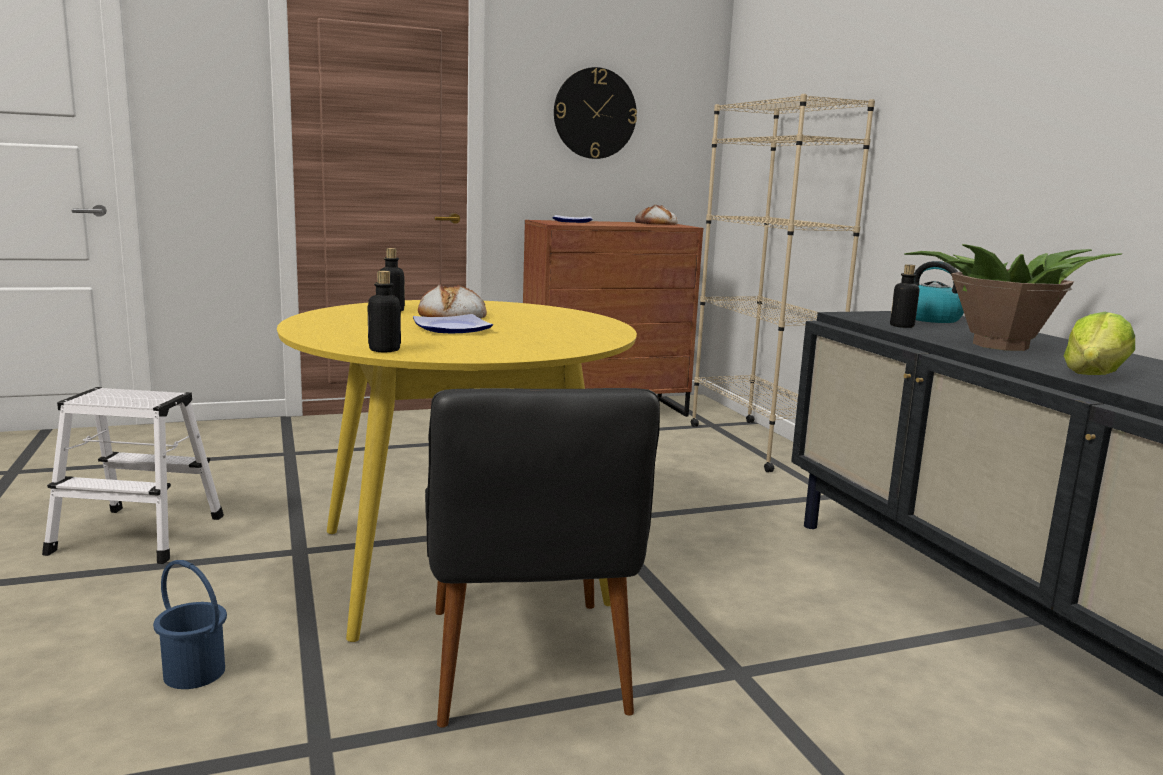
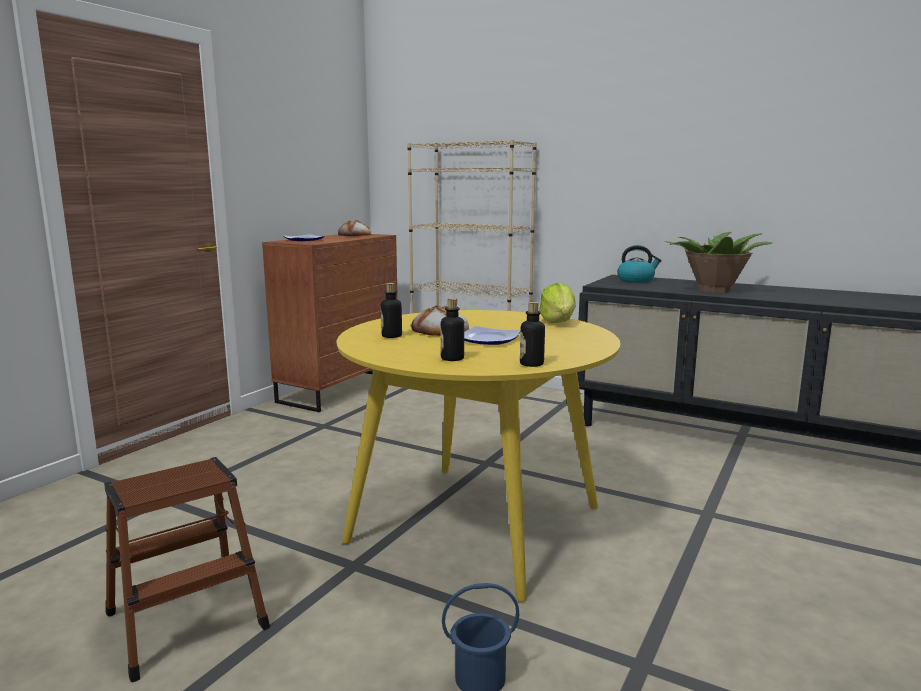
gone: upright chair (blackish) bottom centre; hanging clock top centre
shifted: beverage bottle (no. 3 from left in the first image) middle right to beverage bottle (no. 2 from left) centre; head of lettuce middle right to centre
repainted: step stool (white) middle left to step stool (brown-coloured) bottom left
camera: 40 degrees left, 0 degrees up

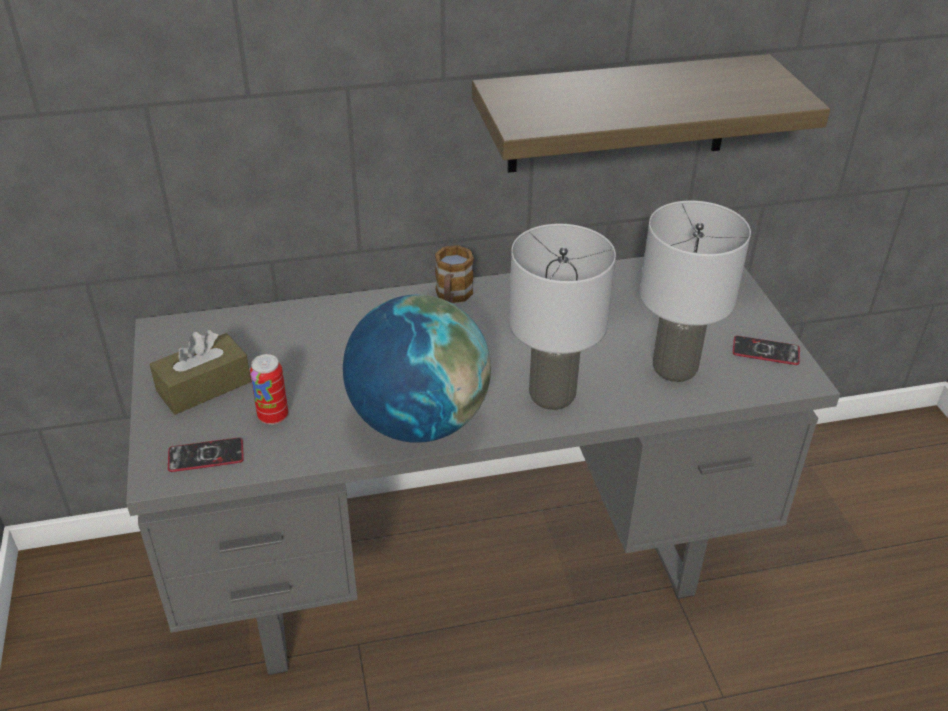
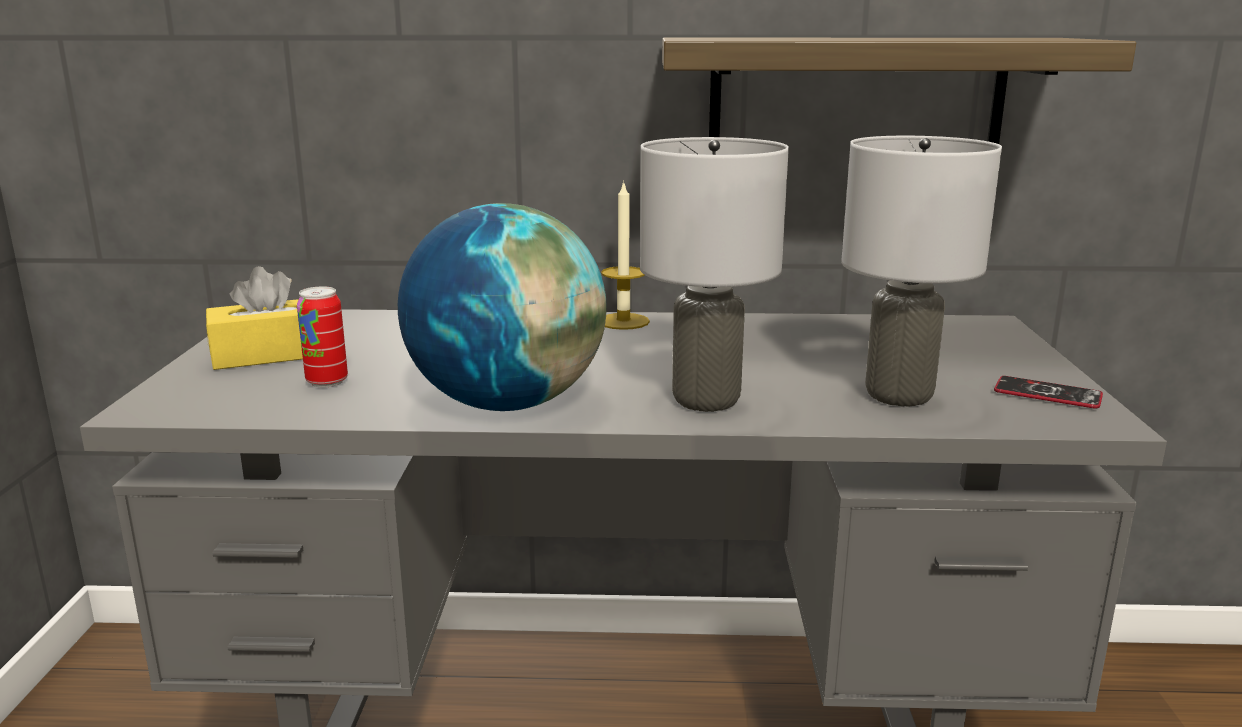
gone: phone (no. 1 from left) middle left
swapped: mug centre to wax candle centre
repainted: box of tissues (brown-coloured) middle left to box of tissues (yellow-coloured) middle left
camera: 15 degrees right, 20 degrees down

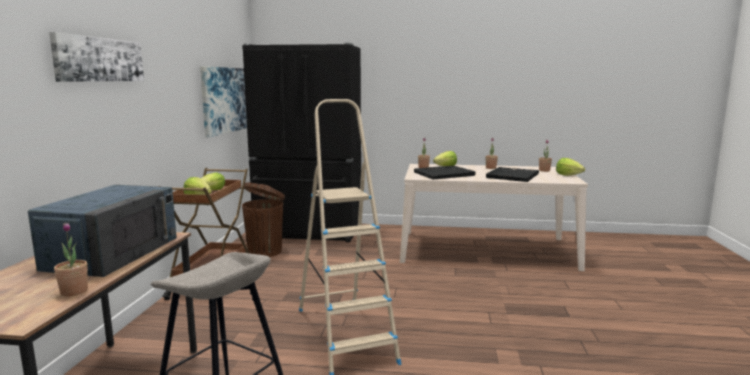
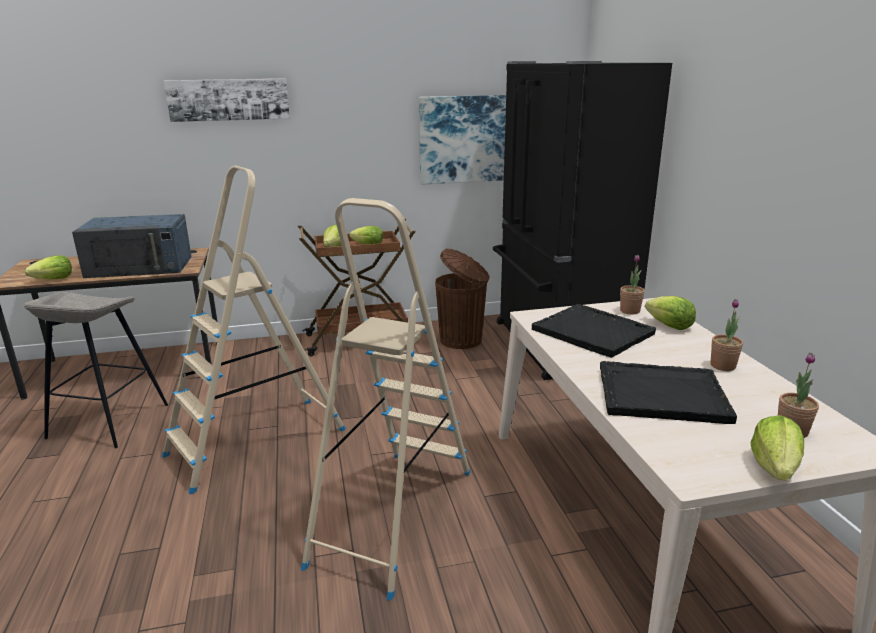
new: step stool (sand-coloured) (no. 2 from left) centre
swapped: plant in a pot (no. 1 from left) bottom left to head of lettuce (no. 1 from left) middle left
camera: 70 degrees right, 10 degrees up

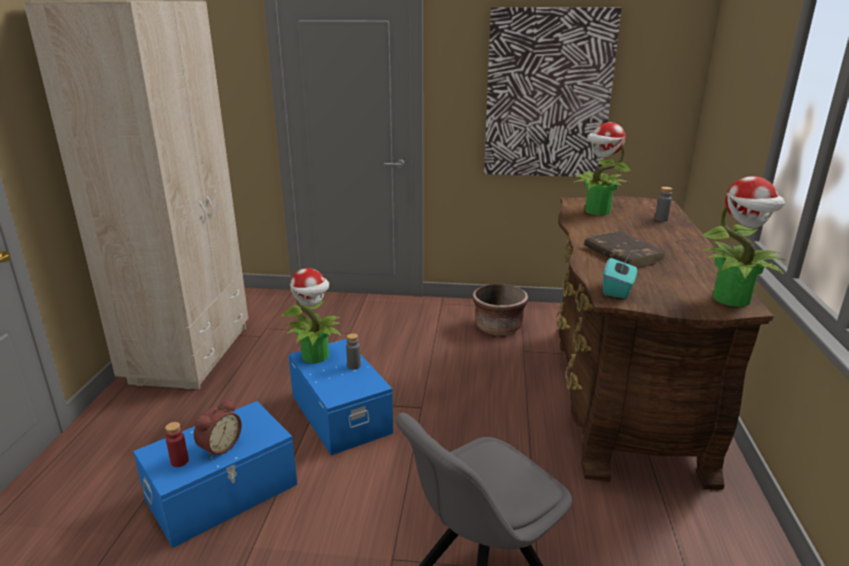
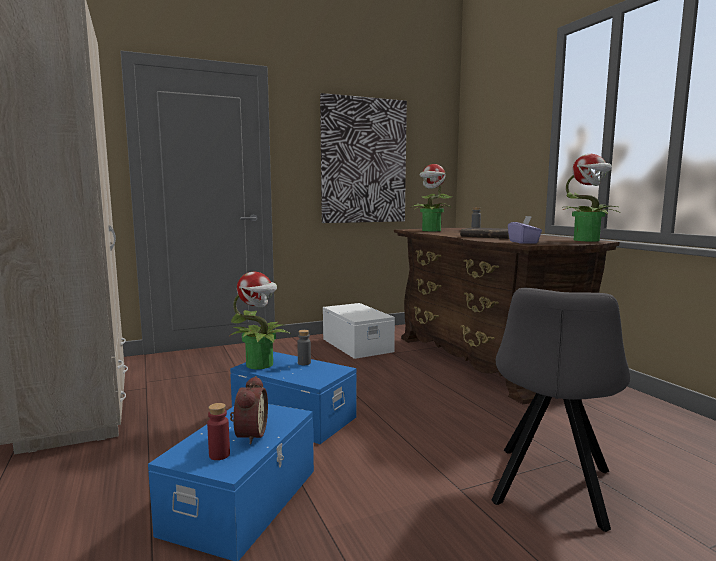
swapped: flower pot (brown-coloured) centre to storage bin (white) centre
repainted: box of tissues (turquoise) middle right to box of tissues (purplish) middle right
camera: 30 degrees left, 15 degrees down

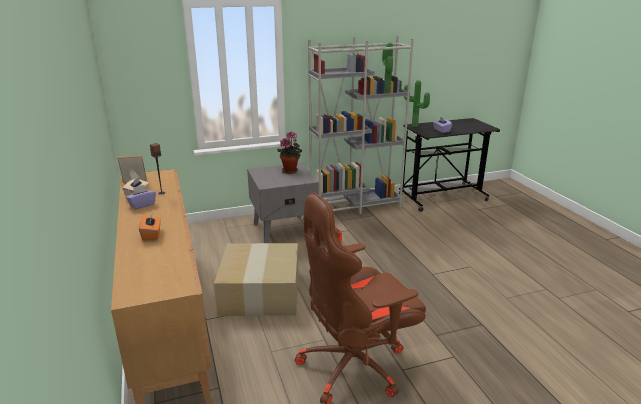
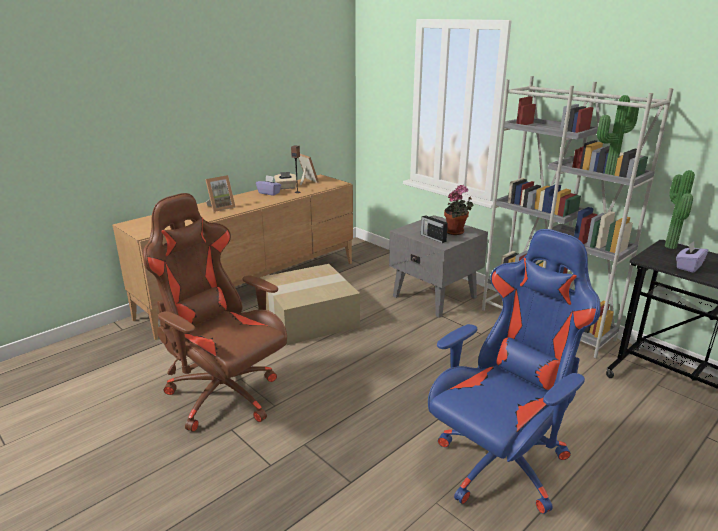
new: radio set centre; desk chair (blue) bottom right
swapped: box of tissues (orange-coloured) middle left to picture frame (no. 1 from left) middle left
camera: 65 degrees right, 0 degrees up

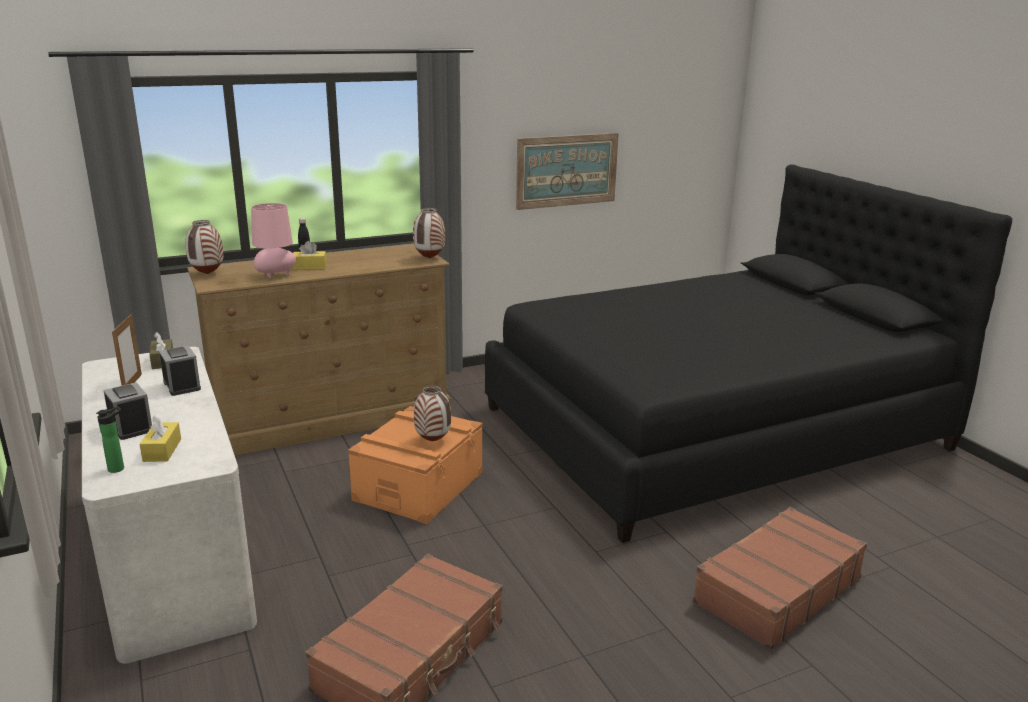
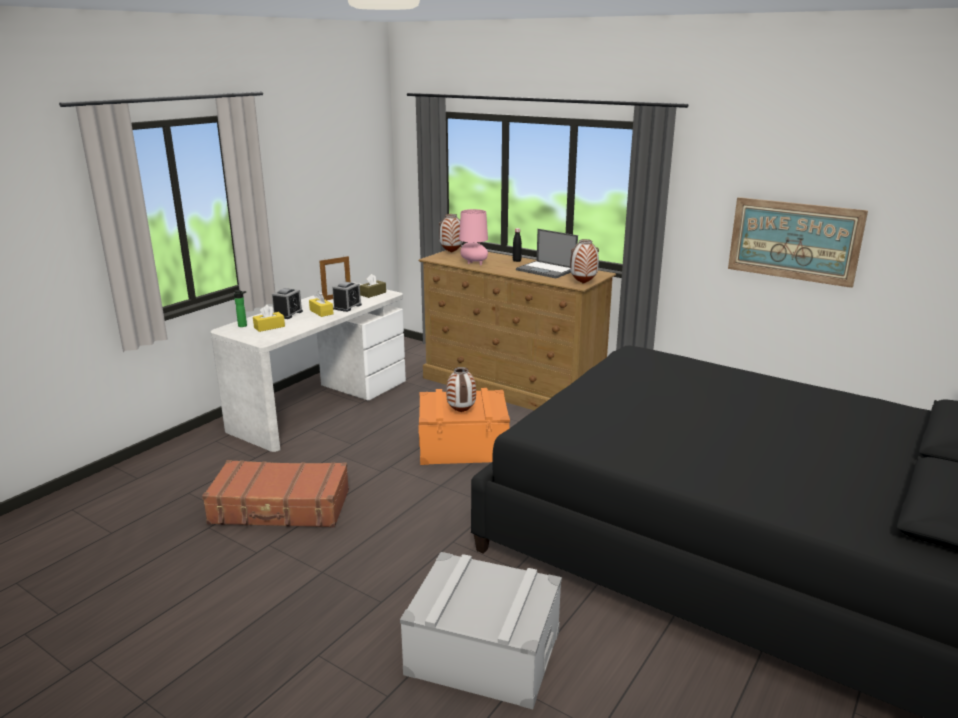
new: portable computer centre
shifted: box of tissues (yellow-coloured) (no. 2 from left) middle left to centre
swapped: suitcase (brown-coloured) (no. 2 from left) bottom right to storage bin (greyish) bottom centre
camera: 60 degrees right, 0 degrees up

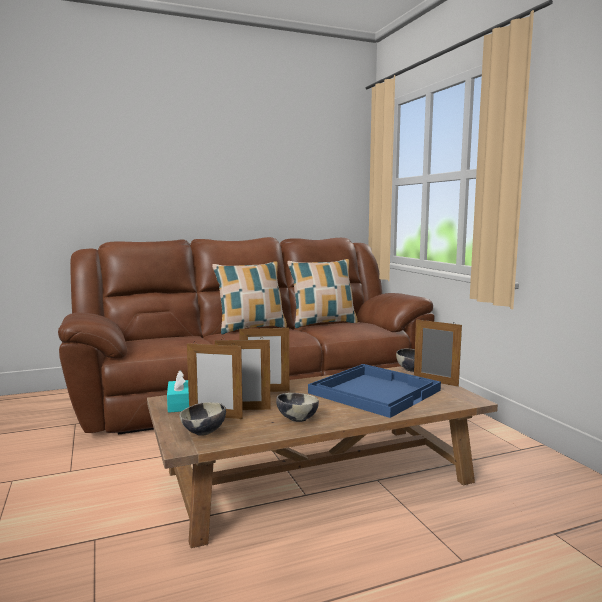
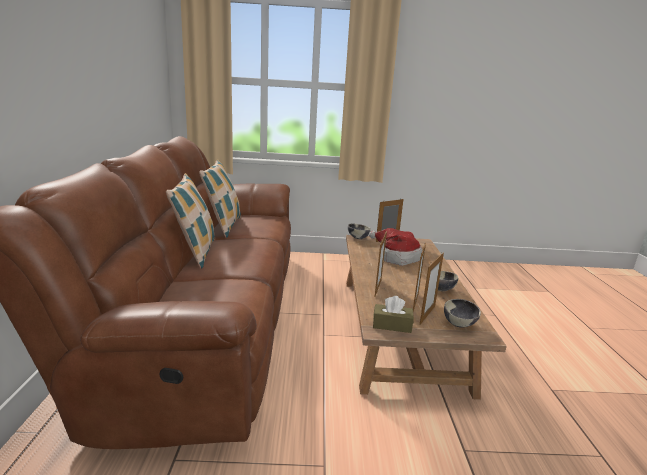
swapped: carrying tray (blue) centre to wearable hat centre
repainted: box of tissues (turquoise) middle left to box of tissues (brown-coloured) centre
camera: 70 degrees left, 10 degrees up

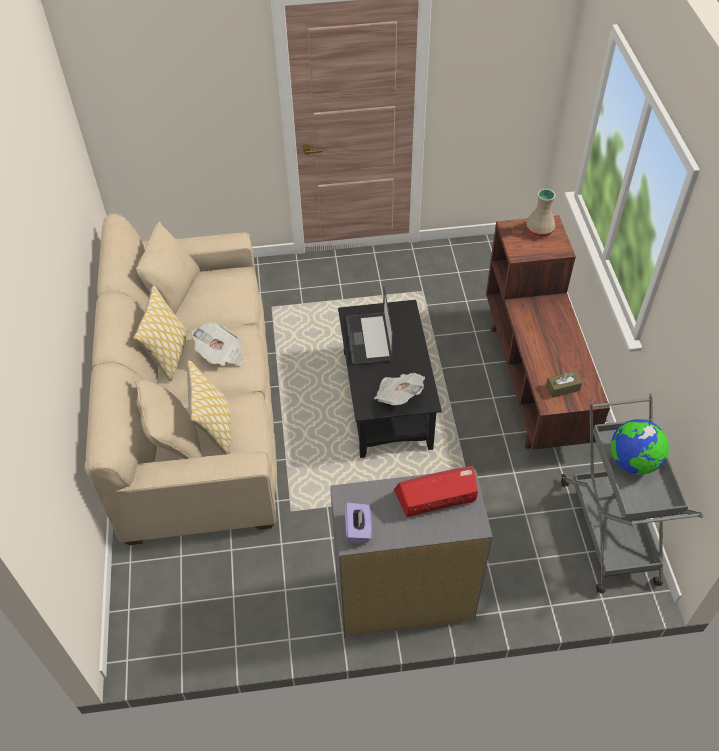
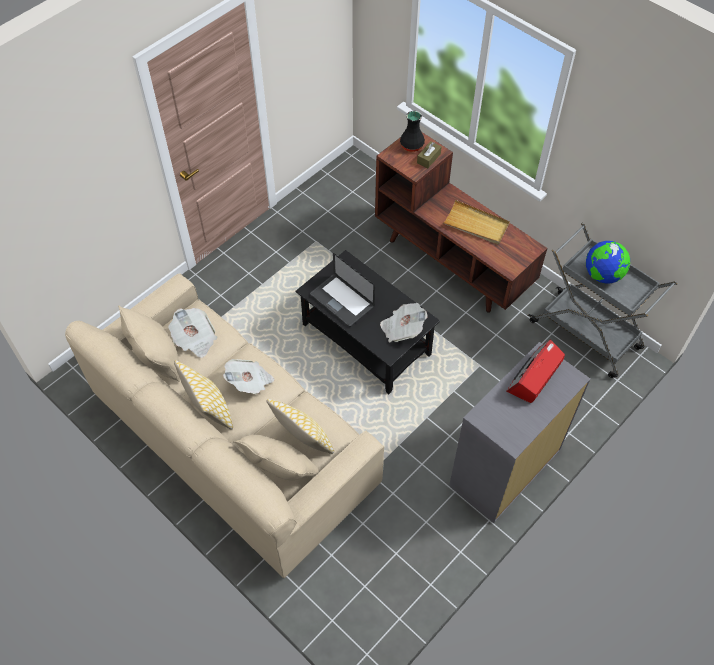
gone: box of tissues (purplish) bottom centre
new: printed paper (no. 1 from left) middle left; carrying tray (sand-coloured) middle right
shifted: box of tissues (brown-coloured) middle right to top centre
repainted: flower vase (sand-coloured) top right to flower vase (blackish) top centre
camera: 40 degrees left, 5 degrees up

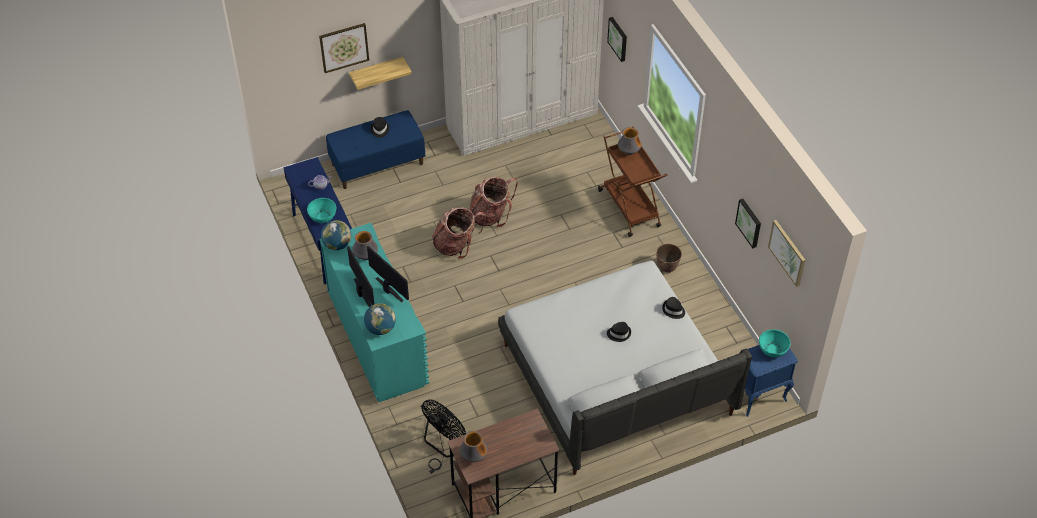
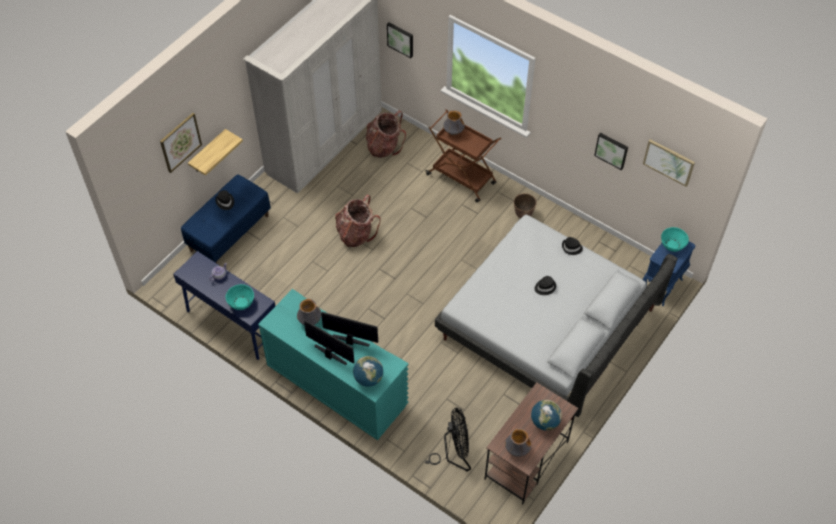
shifted: desk globe (no. 1 from left in the first image) middle left to desk globe (no. 2 from left) bottom centre; rucksack (no. 1 from left in the first image) centre to rucksack (no. 2 from left) top centre
rotated: fan (blackish) bottom centre = bottom centre 75 degrees clockwise
camera: 30 degrees left, 5 degrees up

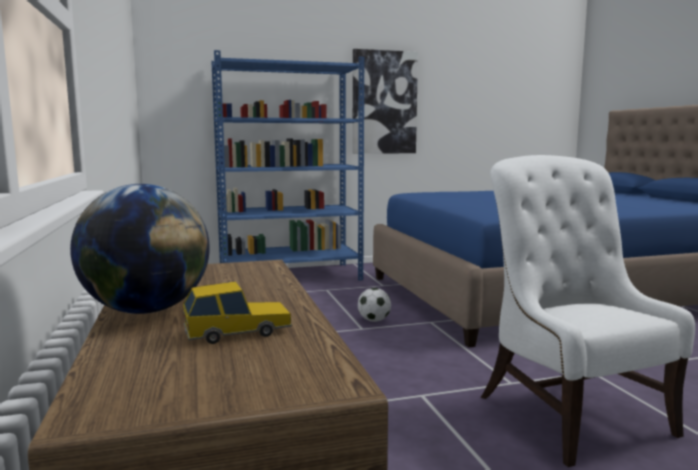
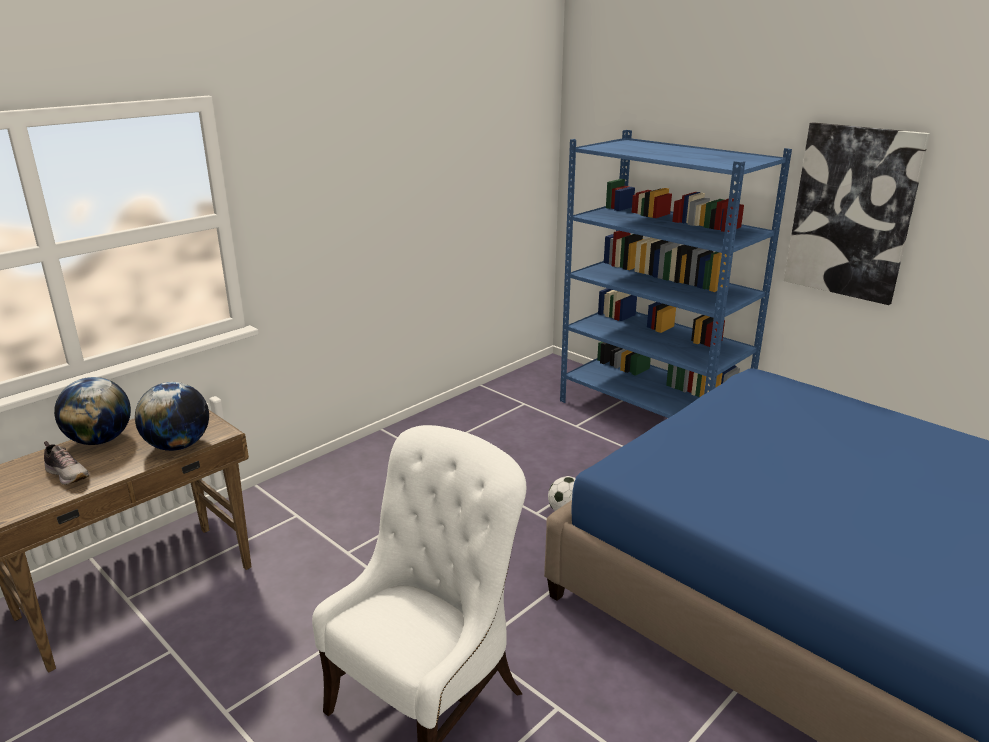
new: desk globe (no. 2 from left) middle left
swapped: model car centre to item of footwear middle left
camera: 60 degrees right, 15 degrees up

